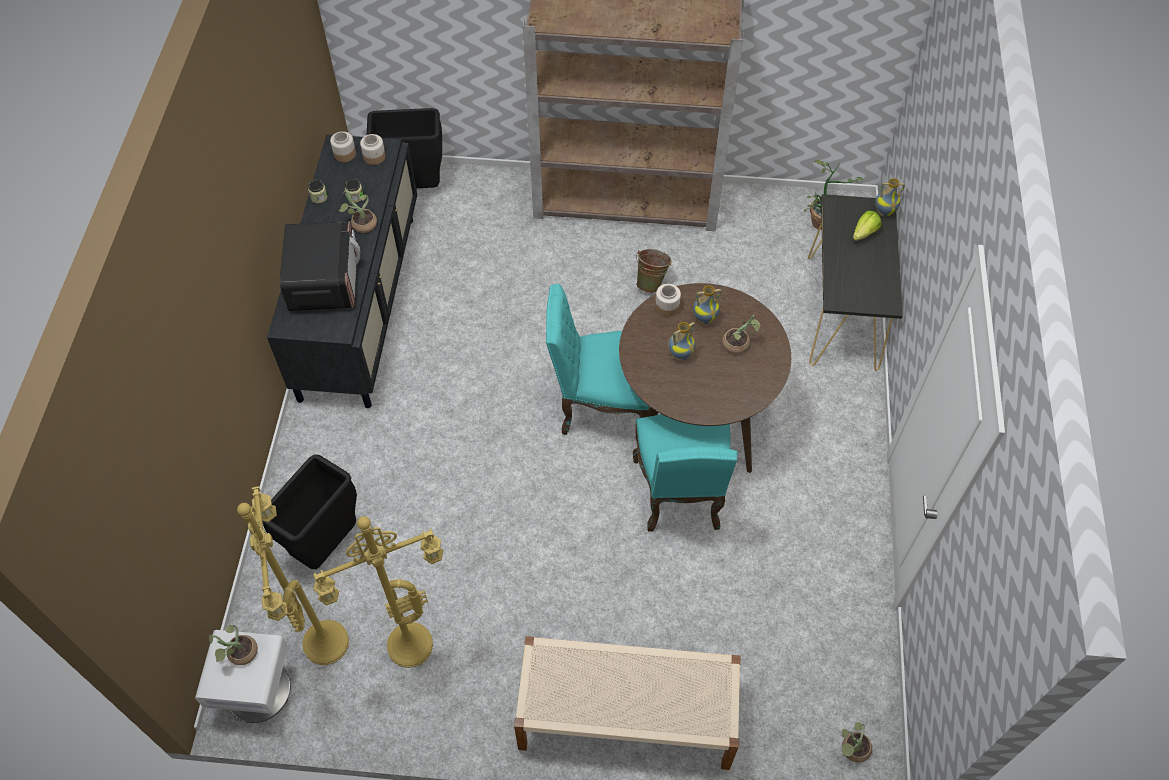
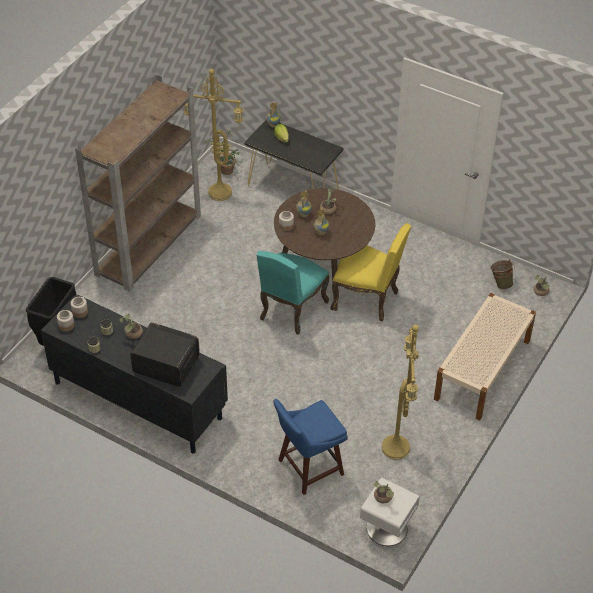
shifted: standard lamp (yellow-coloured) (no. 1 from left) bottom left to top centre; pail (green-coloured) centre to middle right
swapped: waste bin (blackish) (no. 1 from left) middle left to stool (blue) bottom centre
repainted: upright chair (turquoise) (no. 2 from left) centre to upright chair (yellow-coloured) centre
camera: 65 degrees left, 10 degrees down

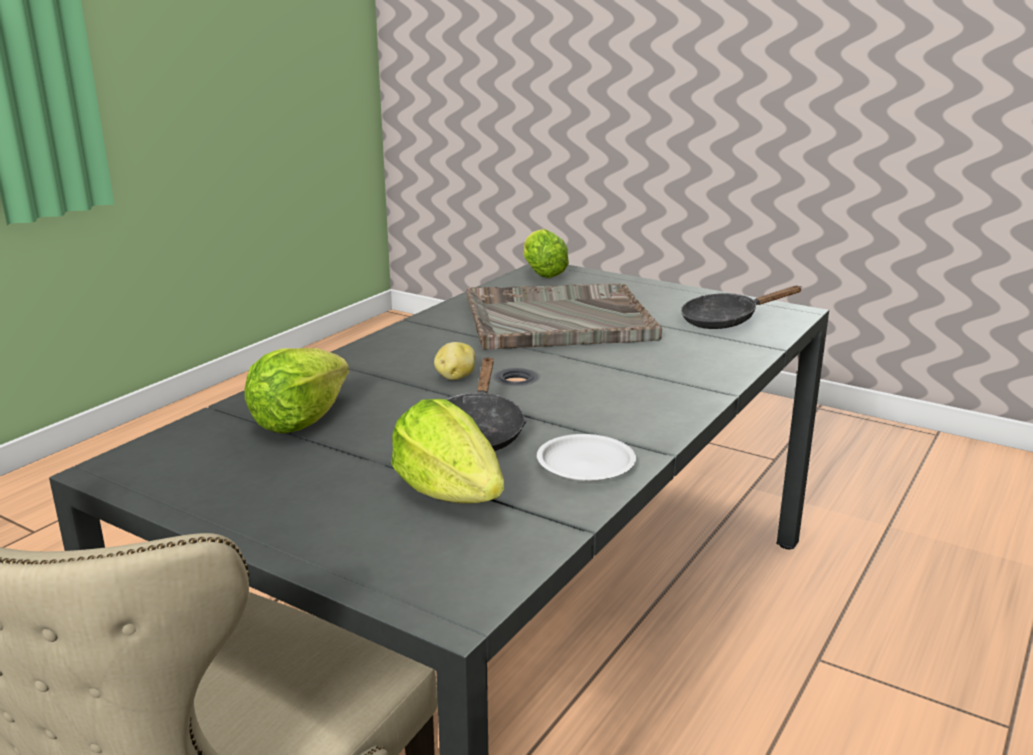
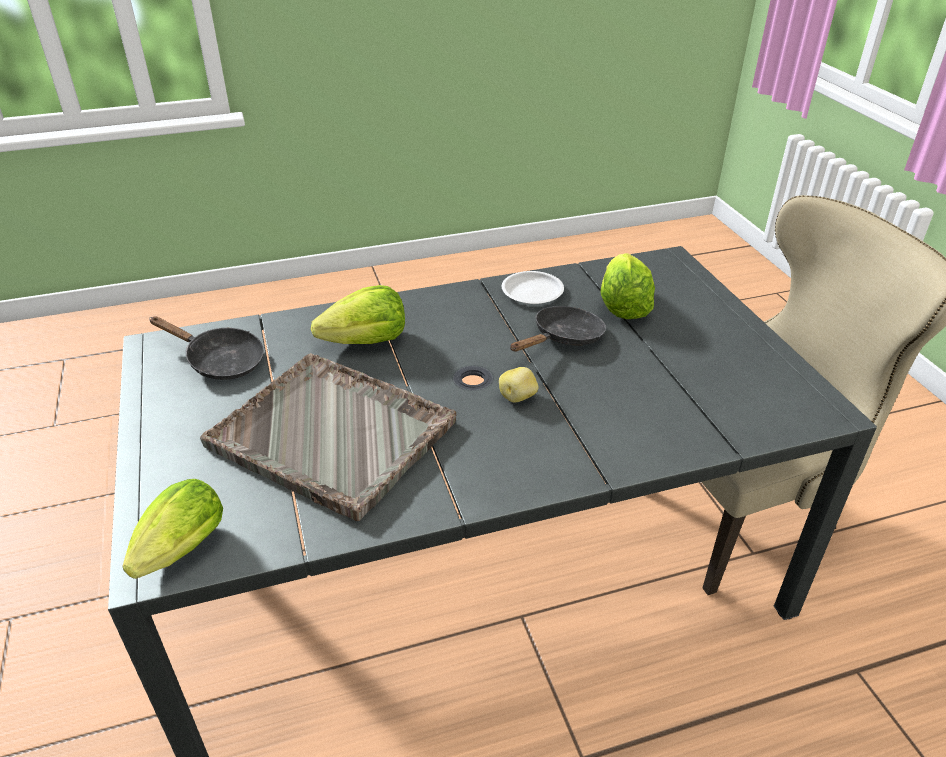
shifted: head of lettuce (no. 1 from left in the first image) middle left to head of lettuce (no. 2 from left) centre
camera: 140 degrees left, 15 degrees up

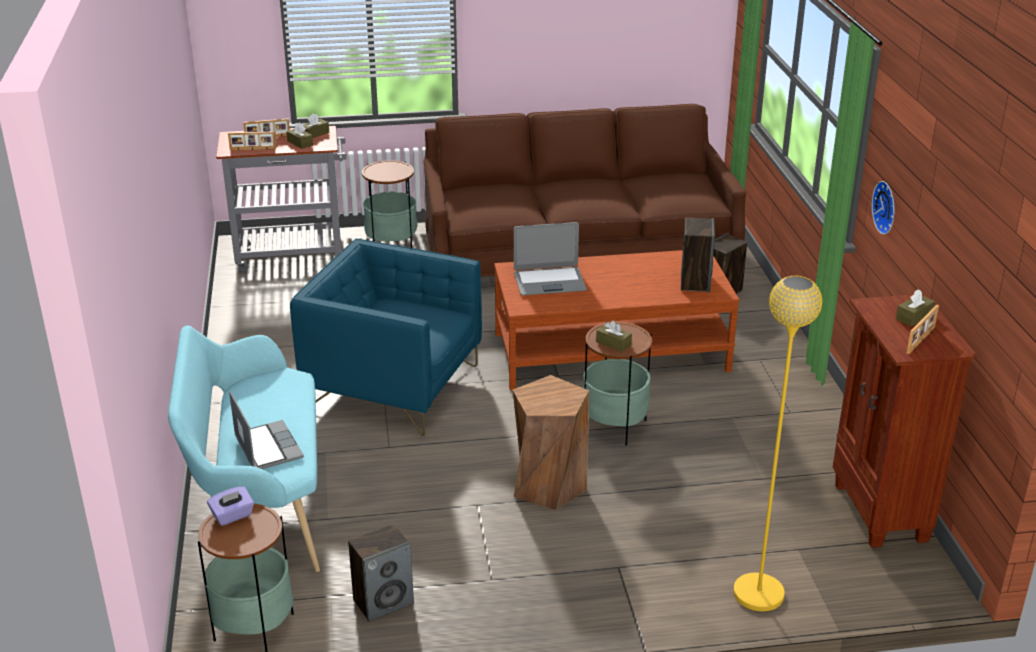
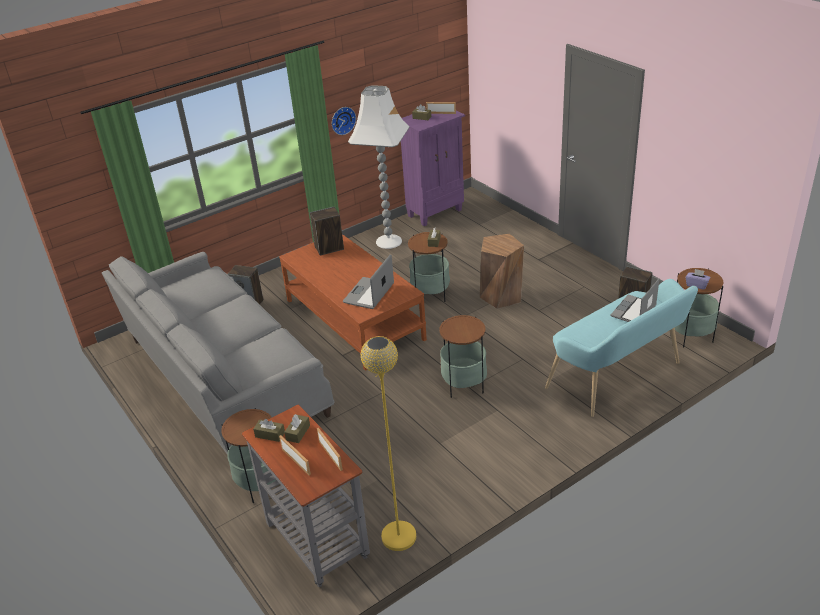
new: standard lamp (white) top centre
shifted: standard lamp (yellow-coloured) bottom right to bottom centre
swapped: easy chair (blue) centre to accent table (no. 3 from left) centre
repainted: sofa (brown-coloured) top centre to sofa (greyish) middle left; cupboard (brown-coloured) middle right to cupboard (purplish) top centre
rotated: portable computer (no. 2 from left in the first image) centre = centre 120 degrees counterclockwise
camera: 115 degrees left, 5 degrees up

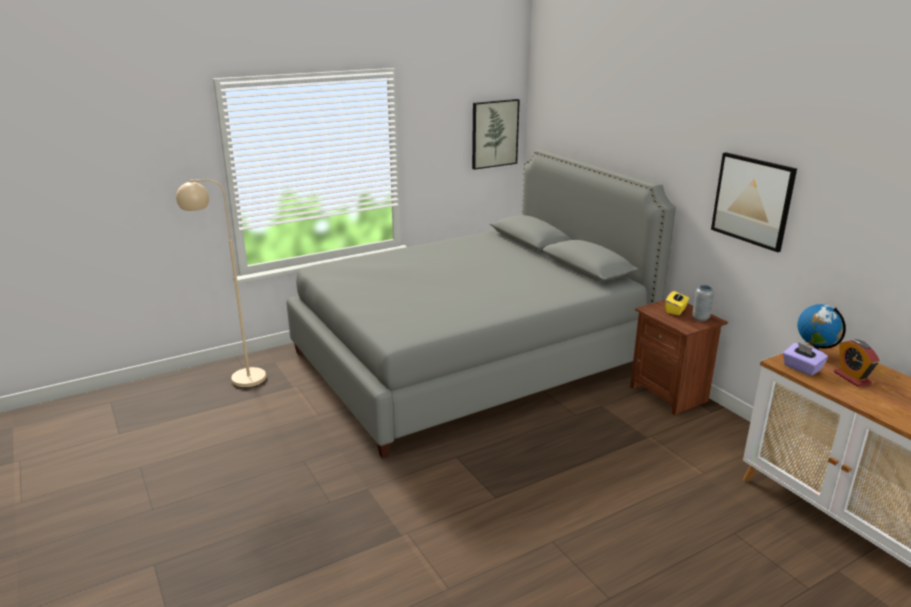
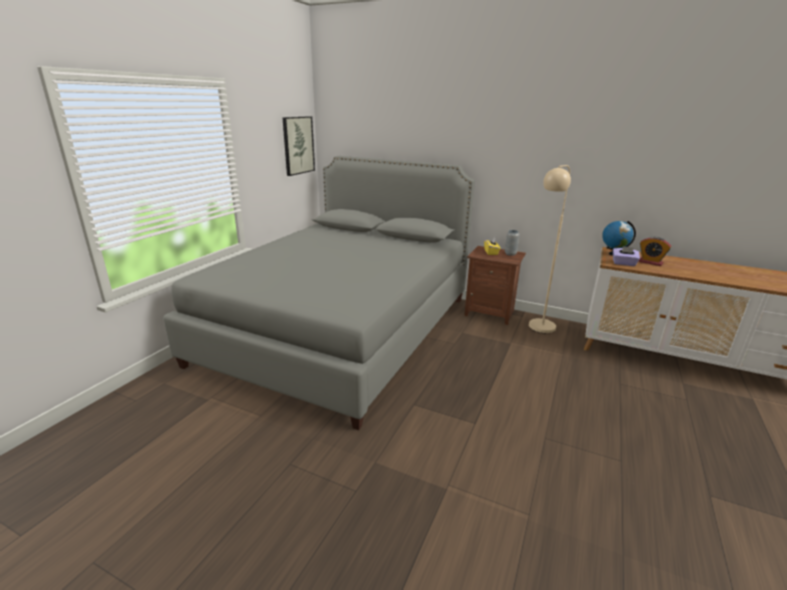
gone: picture (no. 2 from left) top right
shifted: standard lamp (sand-coloured) middle left to middle right
camera: 35 degrees left, 0 degrees up

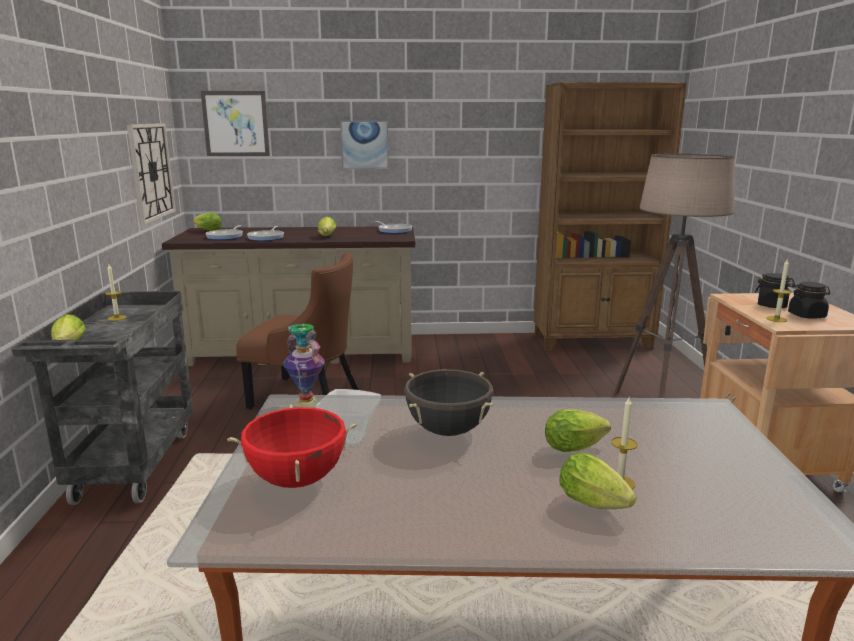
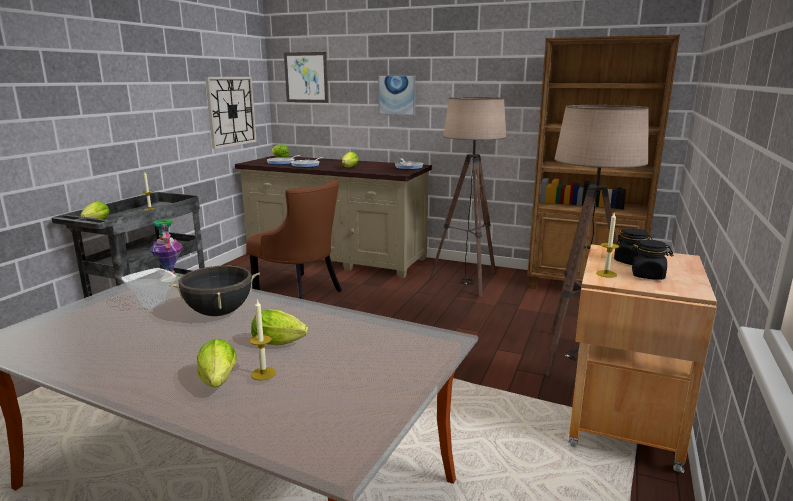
gone: saucepot (red) bottom centre
new: standard lamp (no. 1 from left) centre
camera: 25 degrees right, 0 degrees up

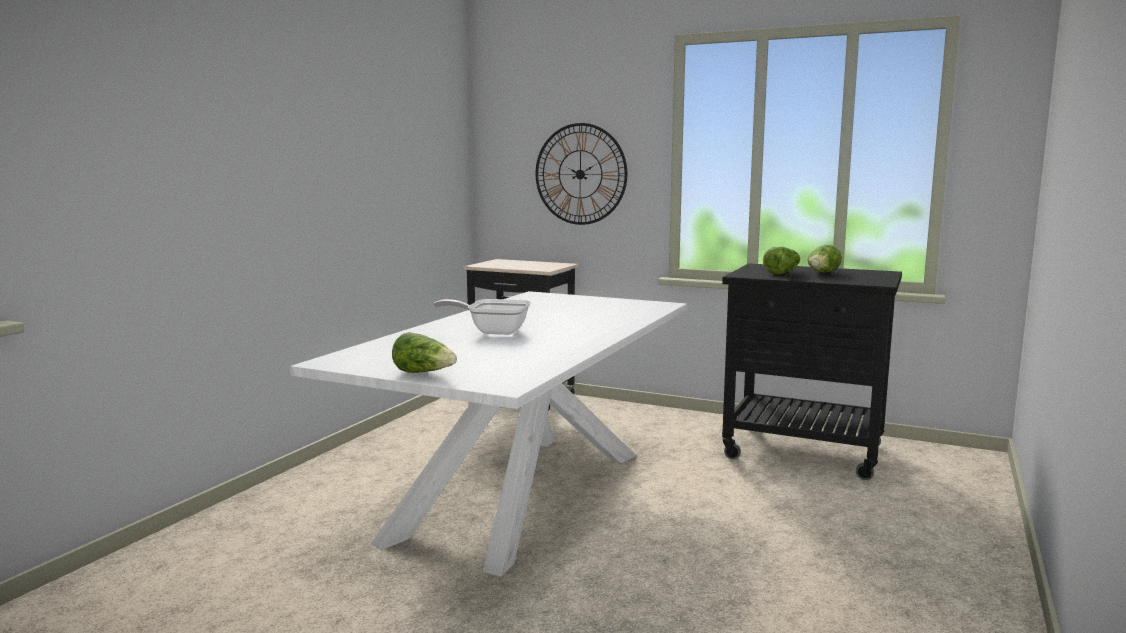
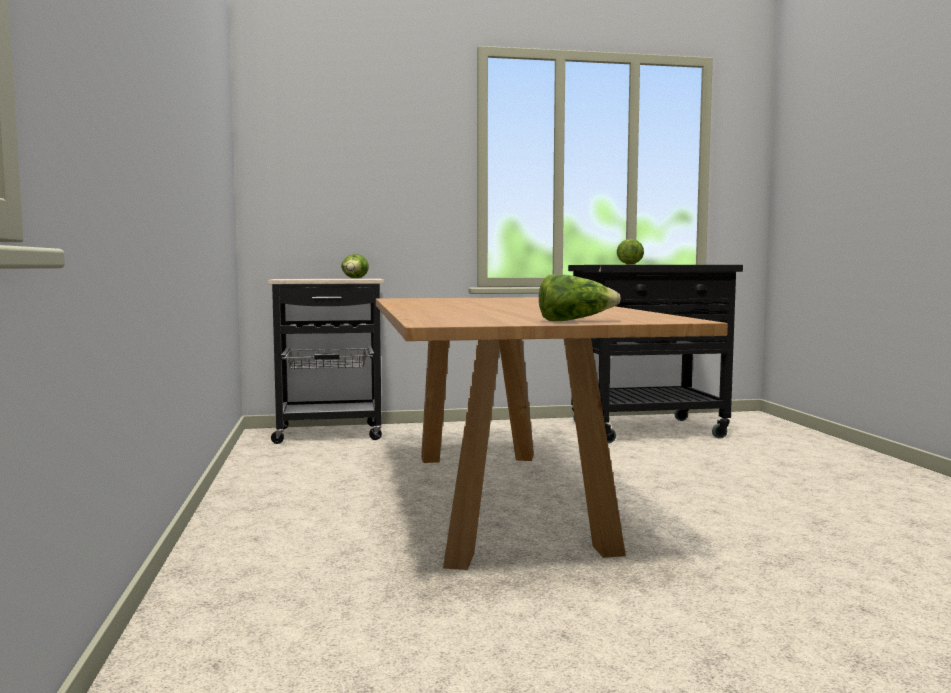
gone: skillet centre; hanging clock top centre
shifted: head of lettuce (no. 3 from left in the first image) middle right to head of lettuce (no. 1 from left) centre
repainted: dinner table (white) bottom centre to dinner table (brown-coloured) centre
camera: 35 degrees left, 5 degrees down

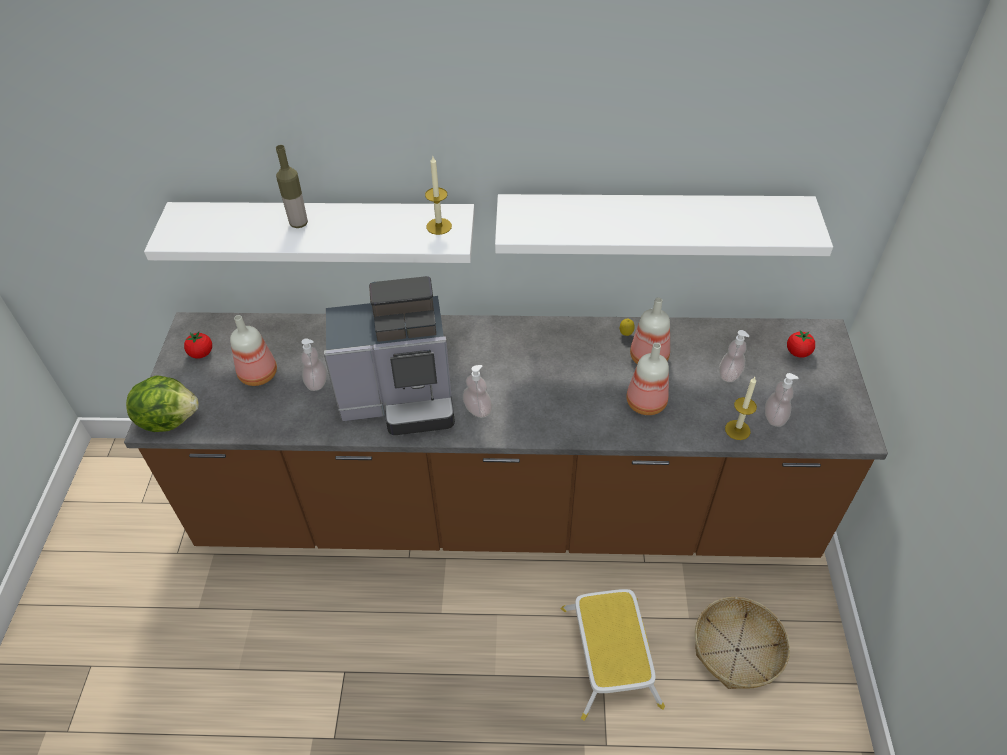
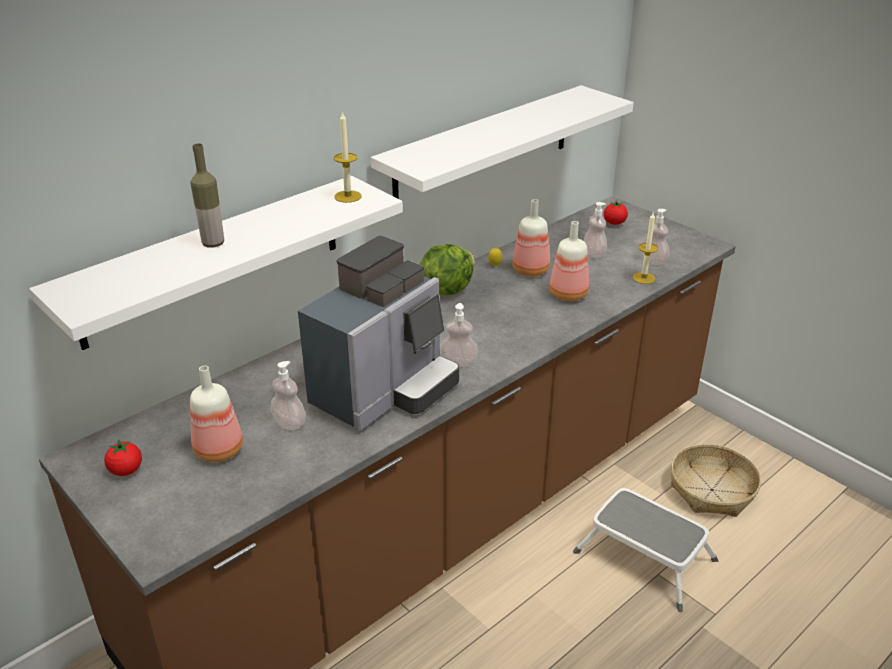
shifted: head of lettuce middle left to centre
repainted: step stool (yellow-coloured) bottom centre to step stool (greyish) bottom right
camera: 45 degrees left, 15 degrees down

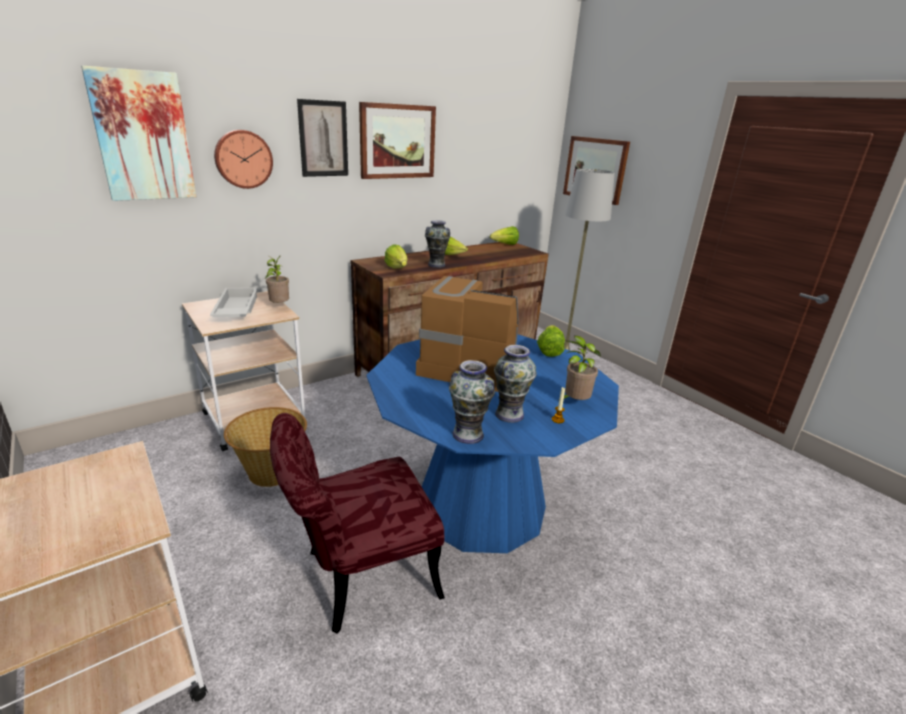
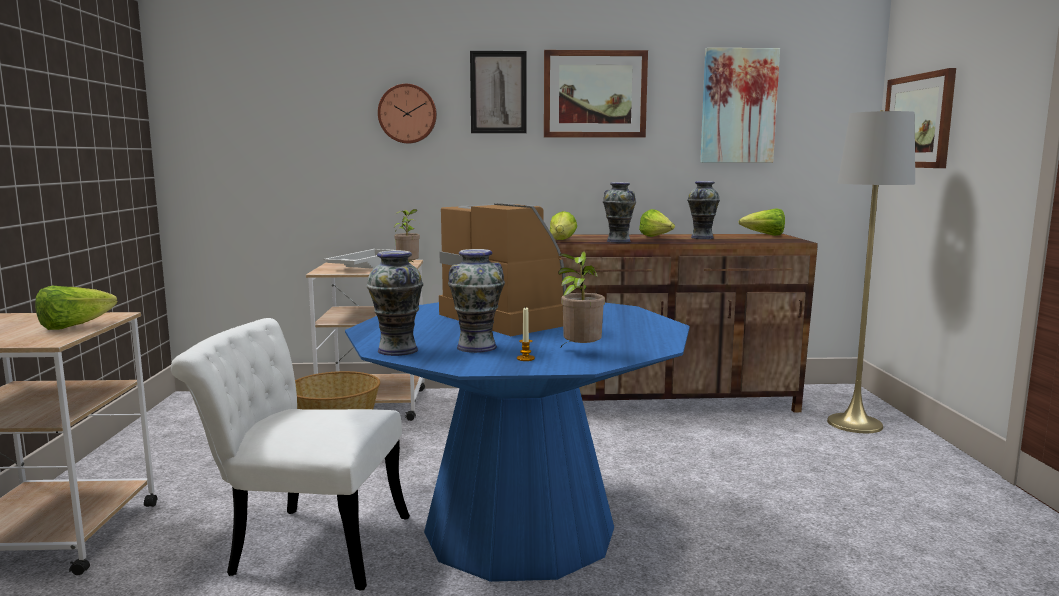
new: flower vase (no. 4 from left) centre
shifted: picture (no. 1 from left in the first image) top left to picture (no. 3 from left) top right; head of lettuce (no. 4 from left in the first image) centre to head of lettuce (no. 1 from left) middle left
repainted: upright chair (red) bottom centre to upright chair (white) bottom left
camera: 35 degrees right, 15 degrees down

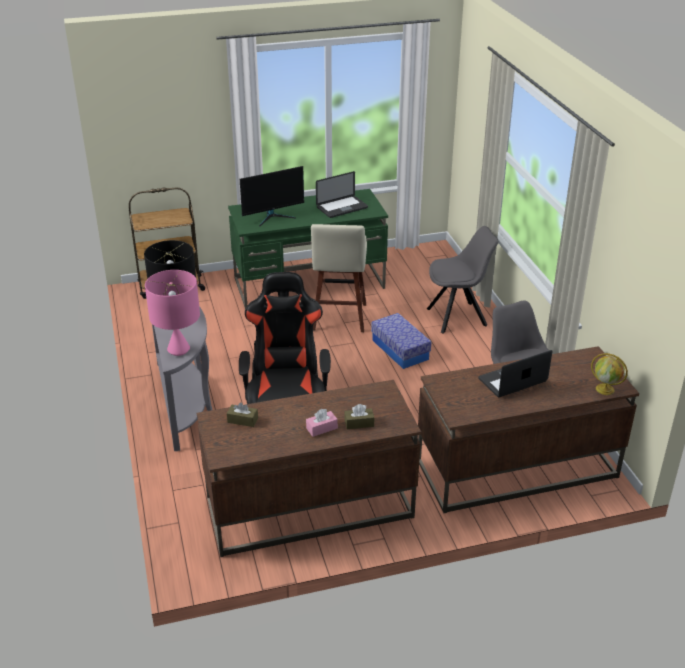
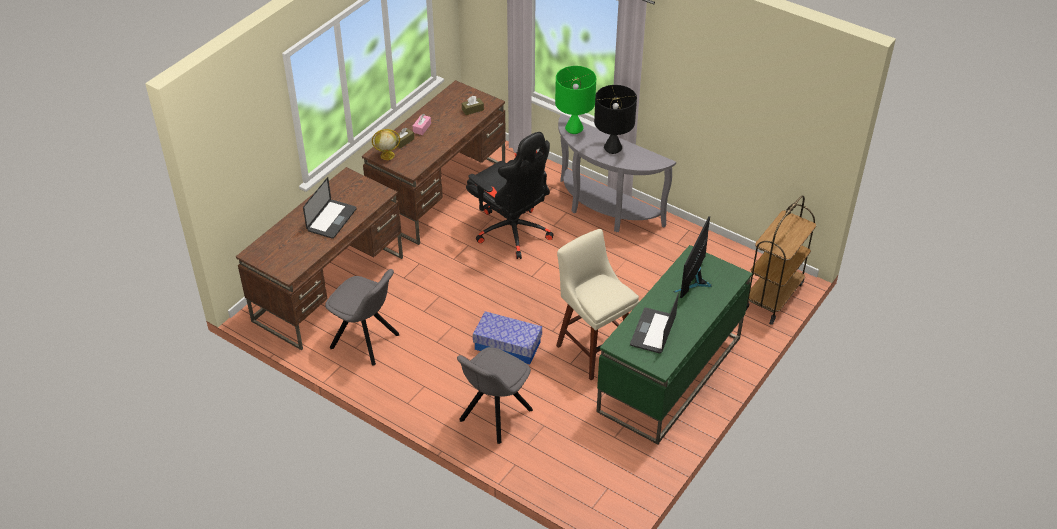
shifted: desk globe middle right to top centre
repainted: table lamp (pink) middle left to table lamp (green-coloured) top centre
camera: 140 degrees right, 10 degrees up

